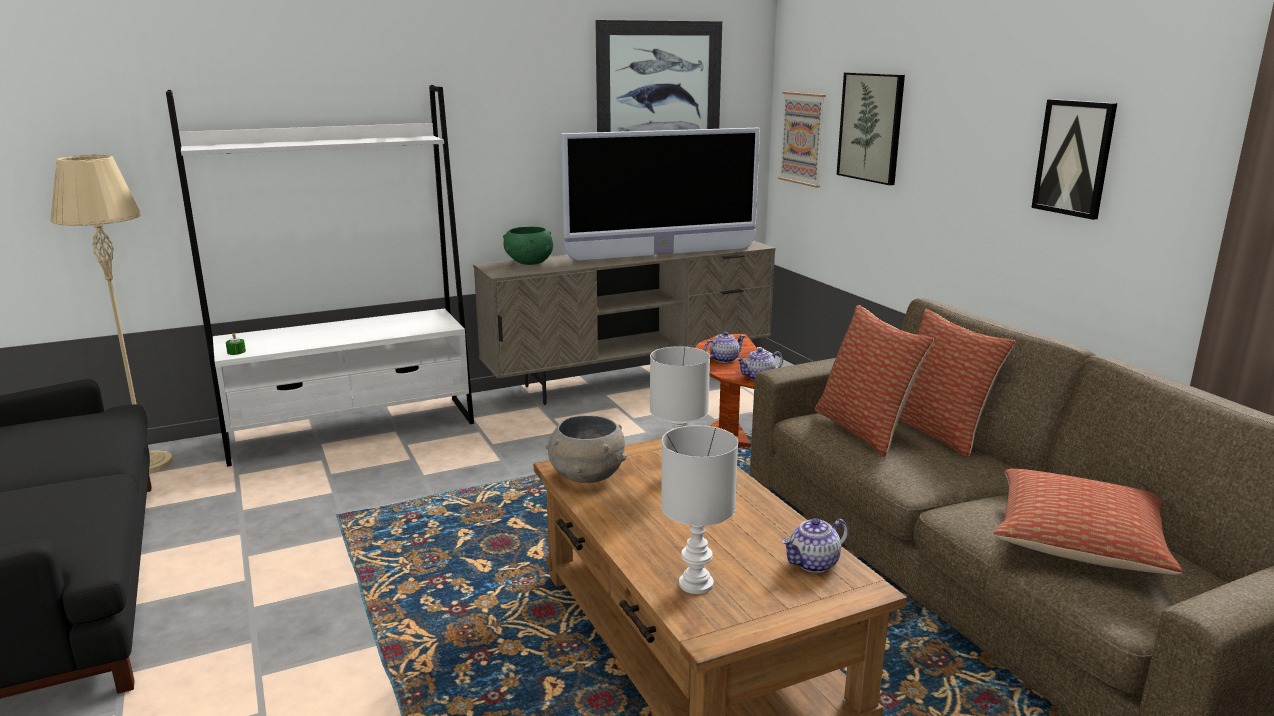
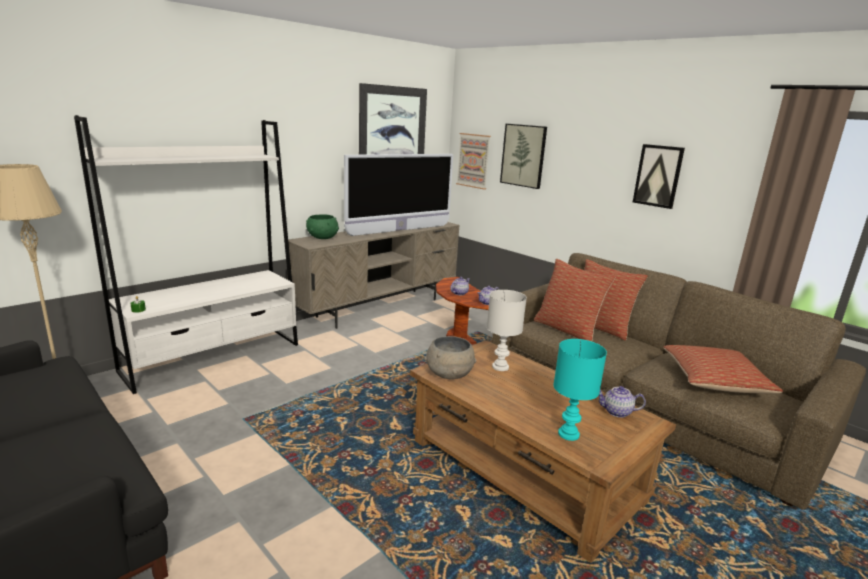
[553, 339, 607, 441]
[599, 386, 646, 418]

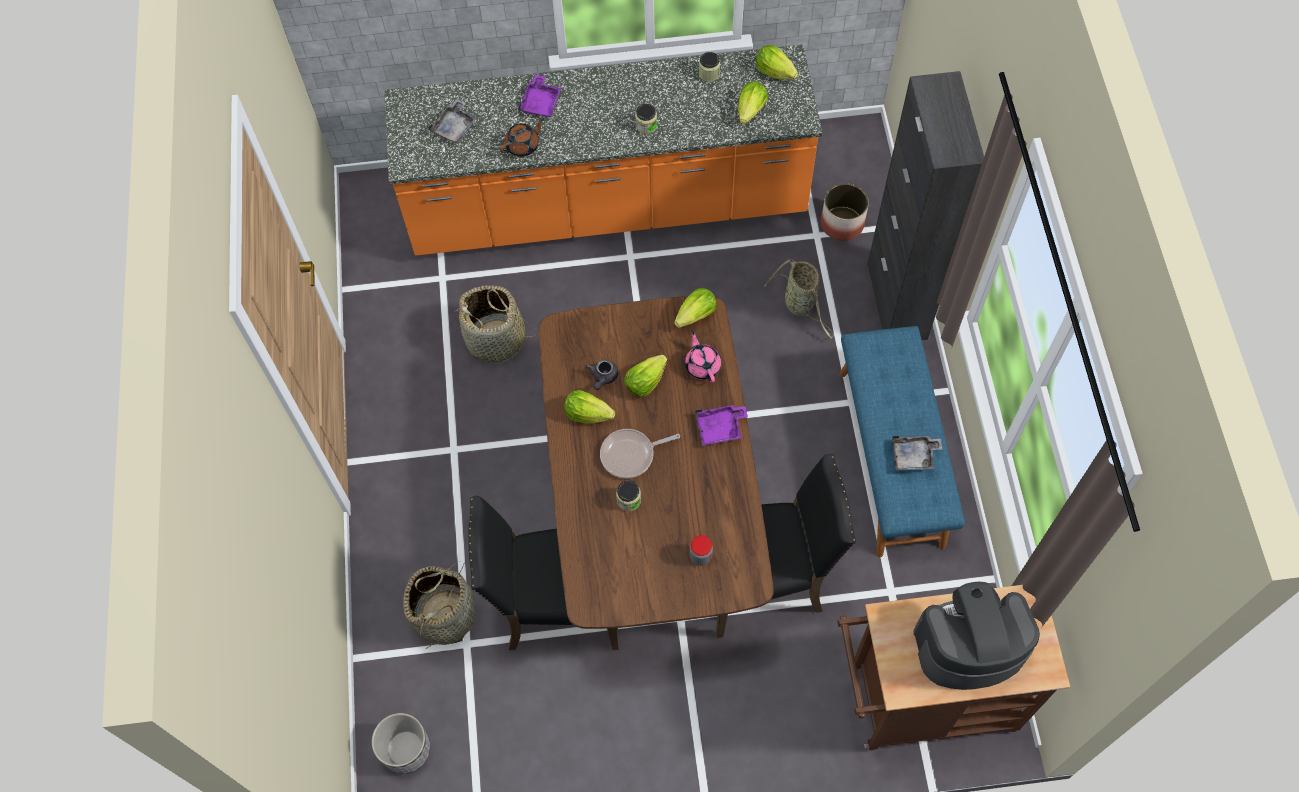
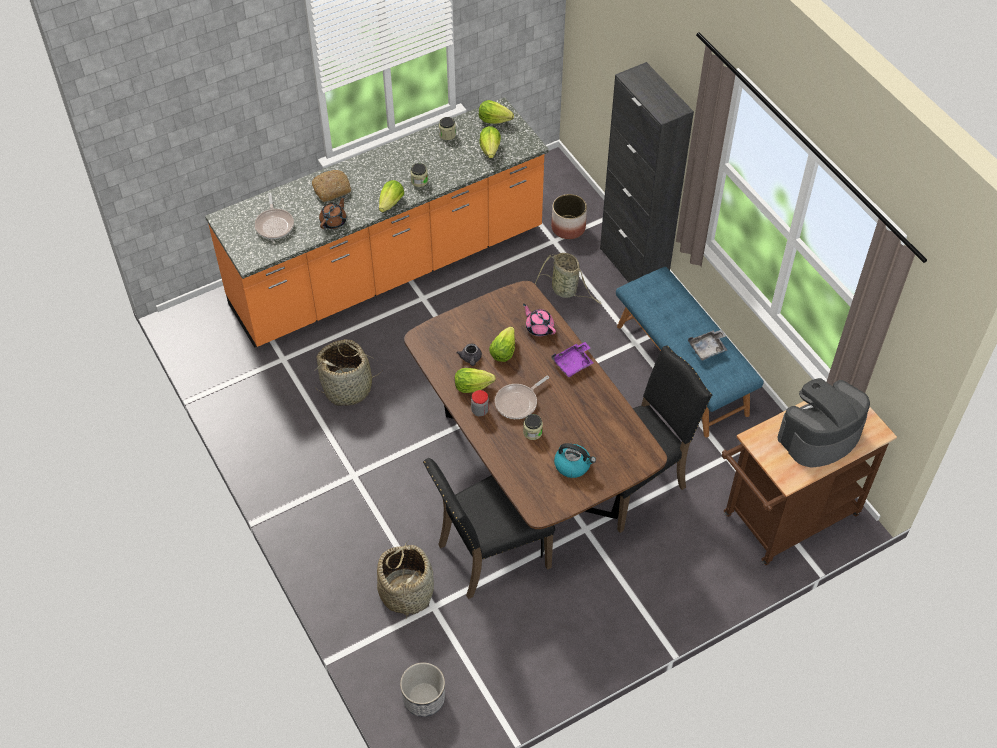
[255, 193, 294, 239]
[312, 170, 351, 202]
[379, 180, 404, 212]
[471, 390, 489, 417]
[554, 443, 596, 478]

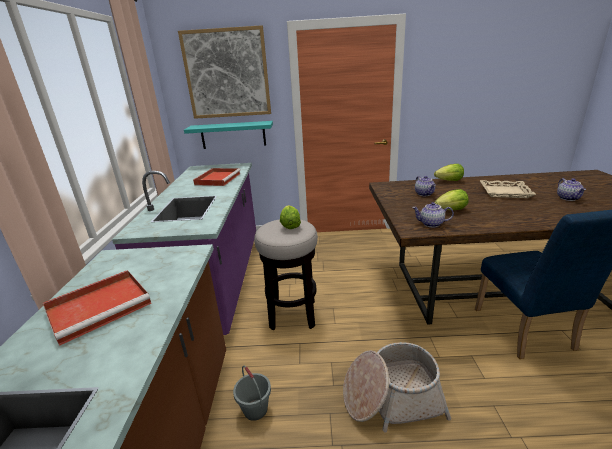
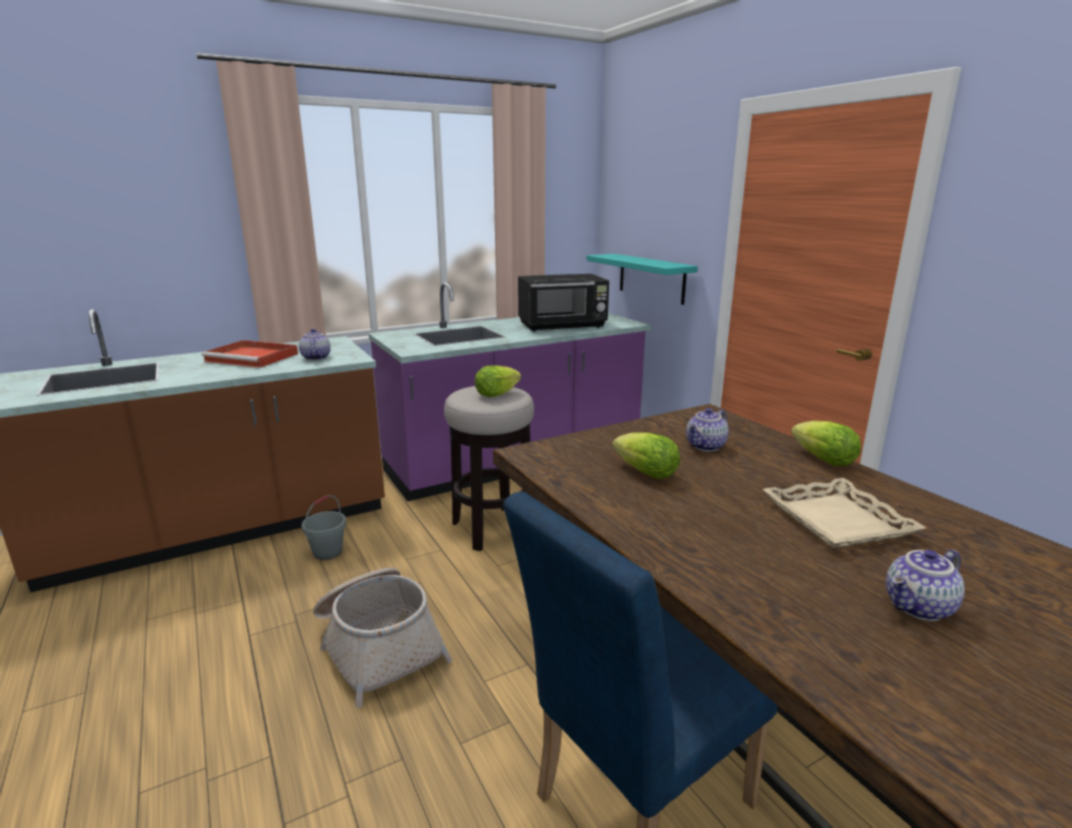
[299, 329, 331, 360]
[518, 274, 609, 331]
[178, 25, 271, 119] (first image)

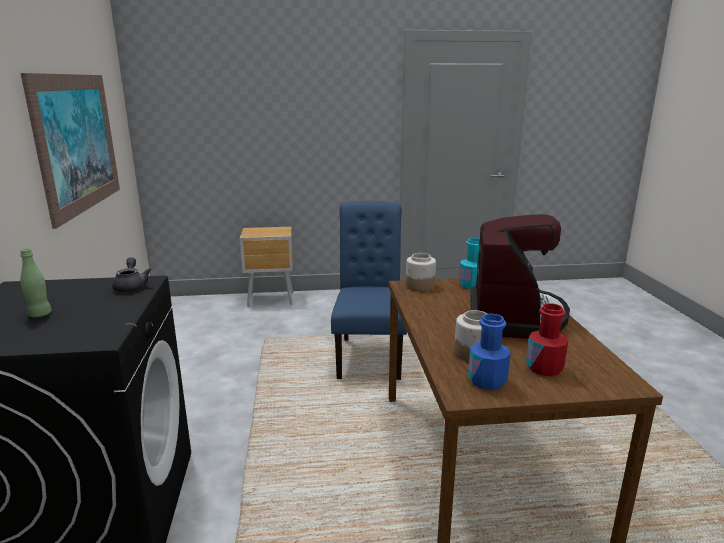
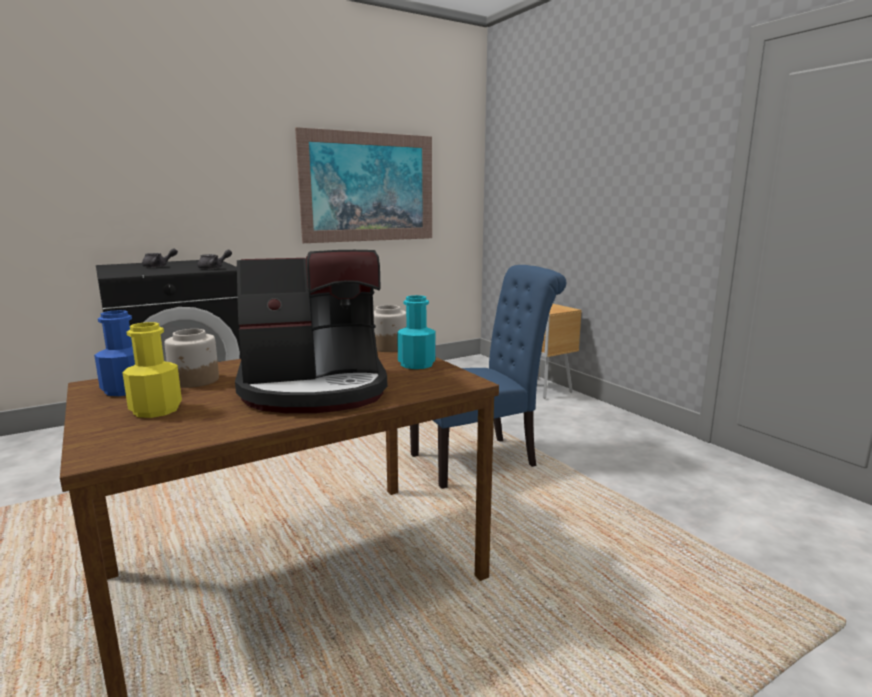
[122, 322, 182, 418]
[142, 248, 178, 268]

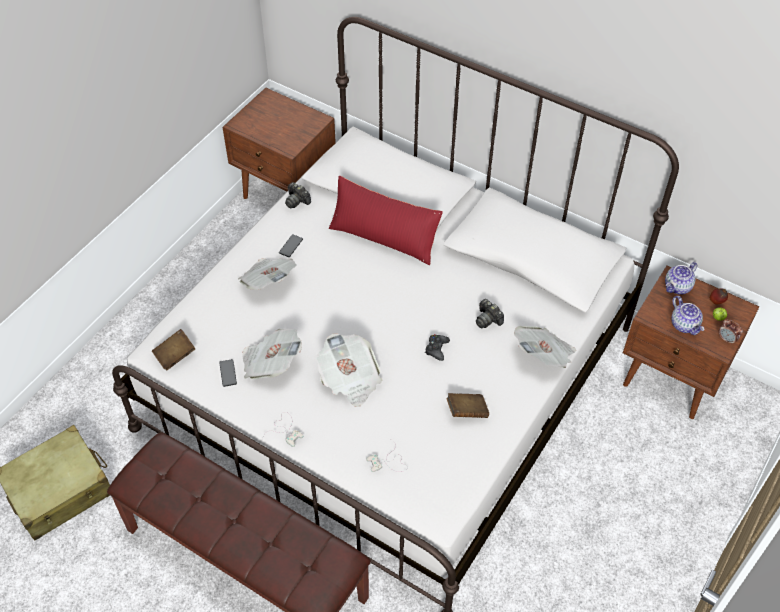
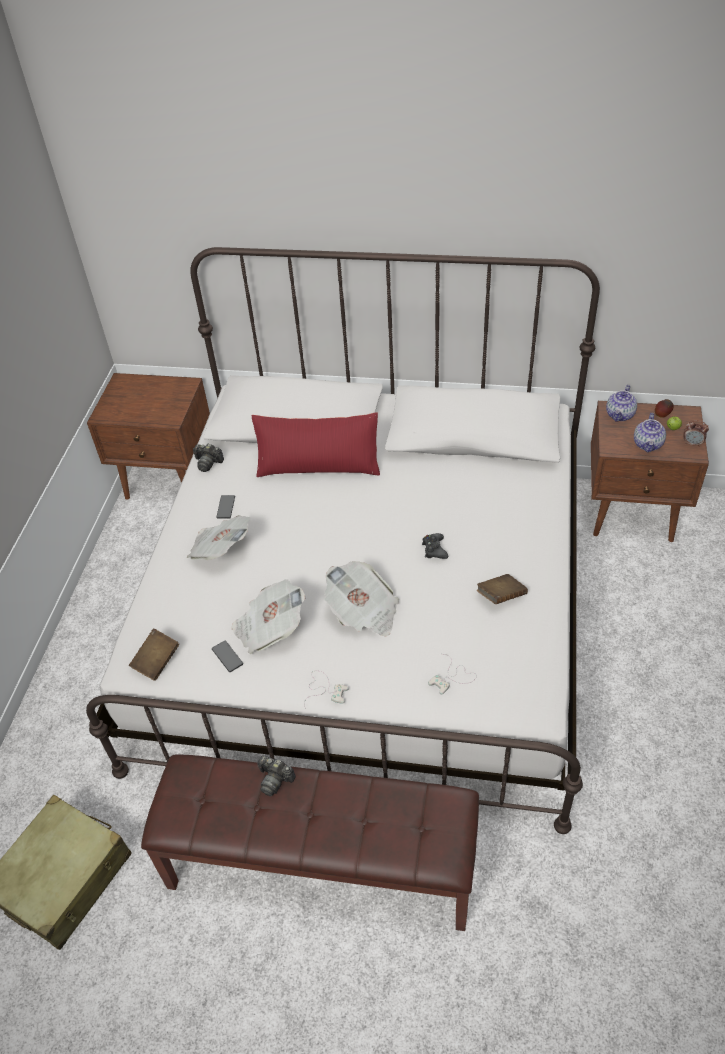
[257, 755, 296, 796]
[634, 413, 666, 452]
[514, 326, 576, 368] (first image)

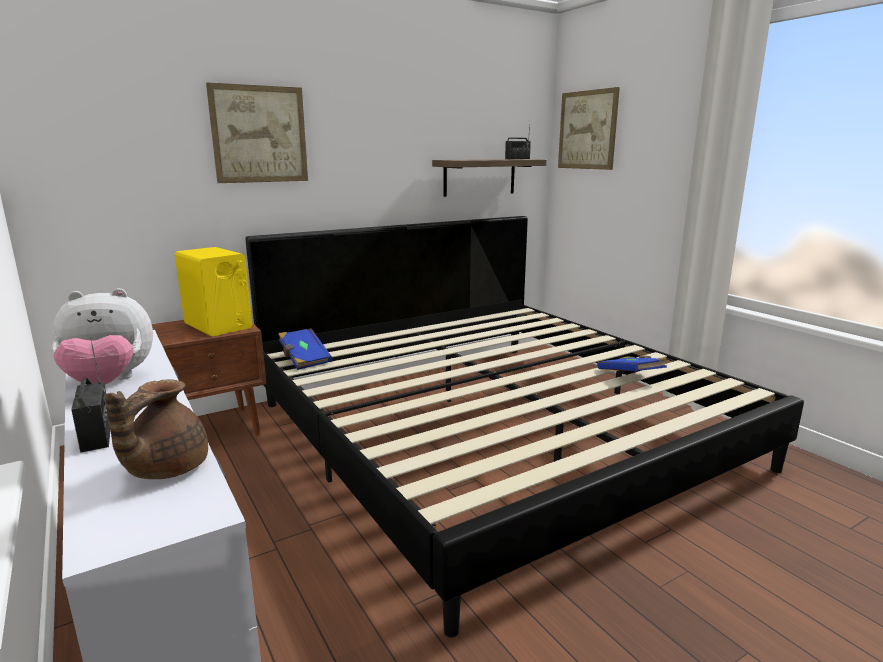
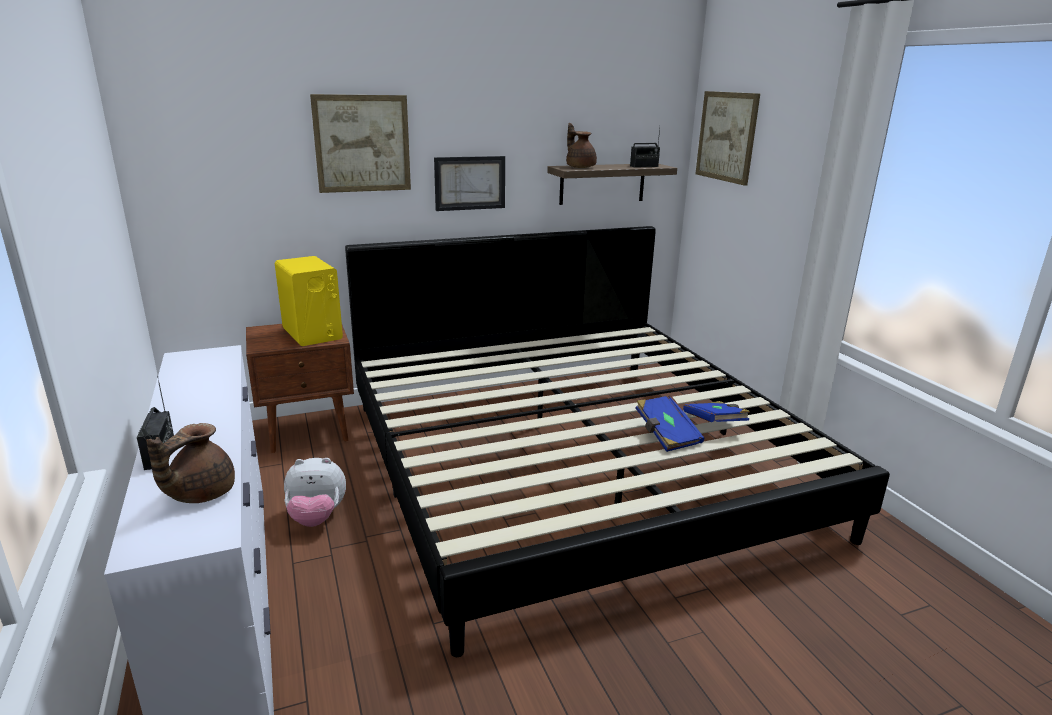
[284, 458, 346, 527]
[434, 156, 505, 211]
[566, 123, 597, 168]
[635, 395, 705, 452]

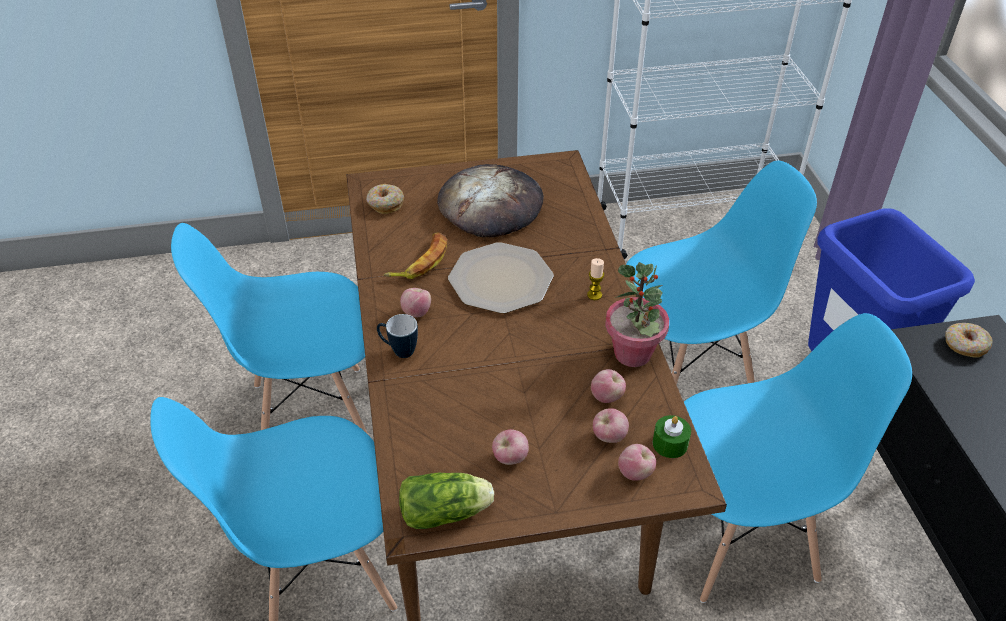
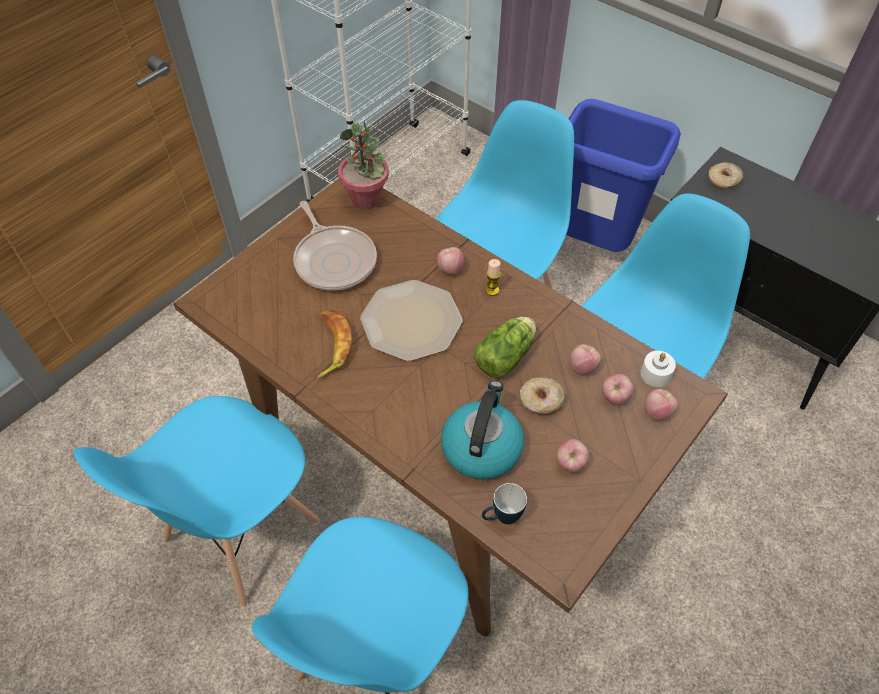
[293, 201, 377, 290]
[338, 120, 389, 209]
[437, 247, 464, 274]
[441, 381, 524, 480]
[474, 317, 536, 378]
[482, 483, 527, 524]
[520, 377, 566, 415]
[640, 351, 676, 387]

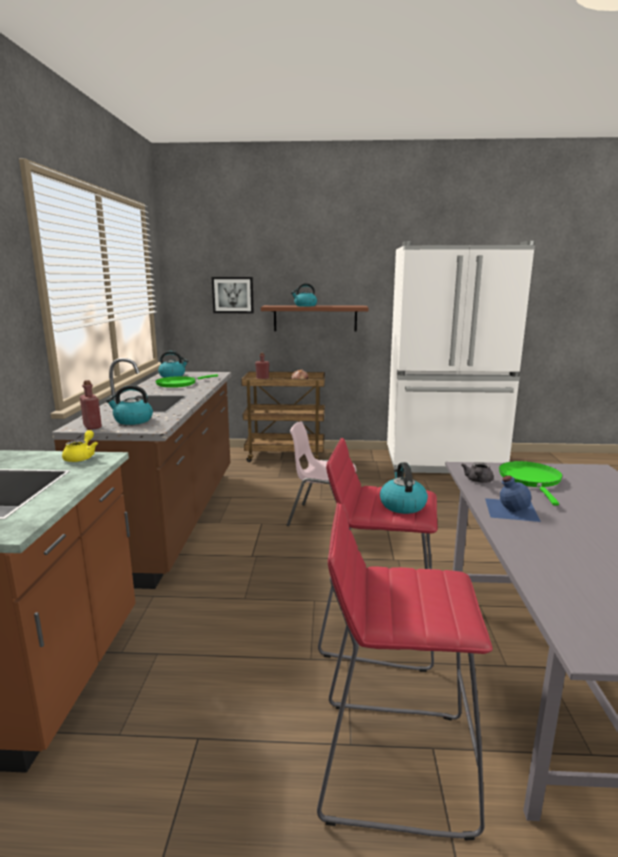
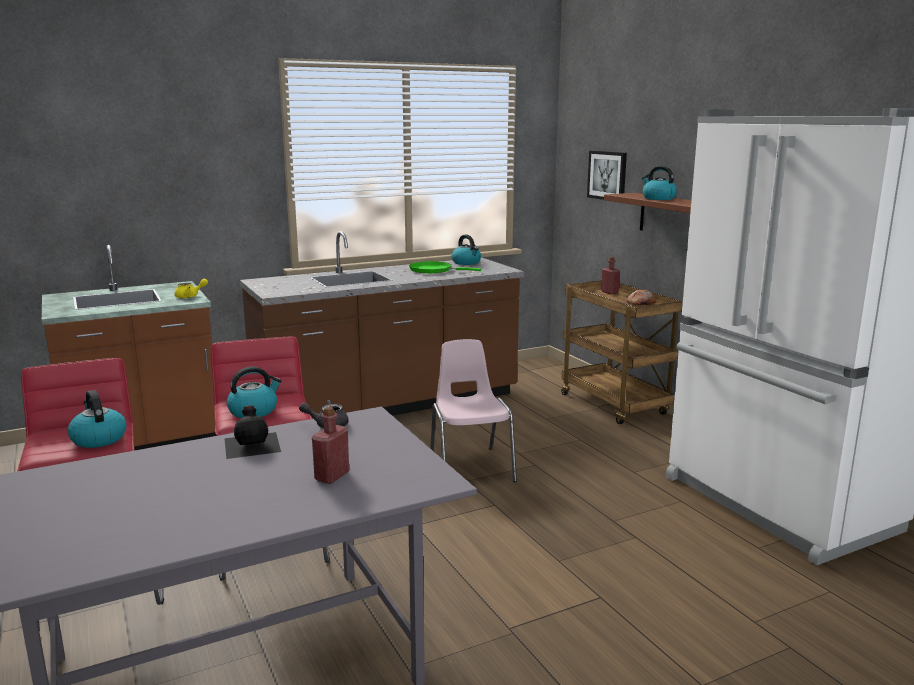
[68, 390, 127, 448]
[224, 406, 281, 459]
[312, 407, 349, 484]
[499, 461, 563, 506] (first image)

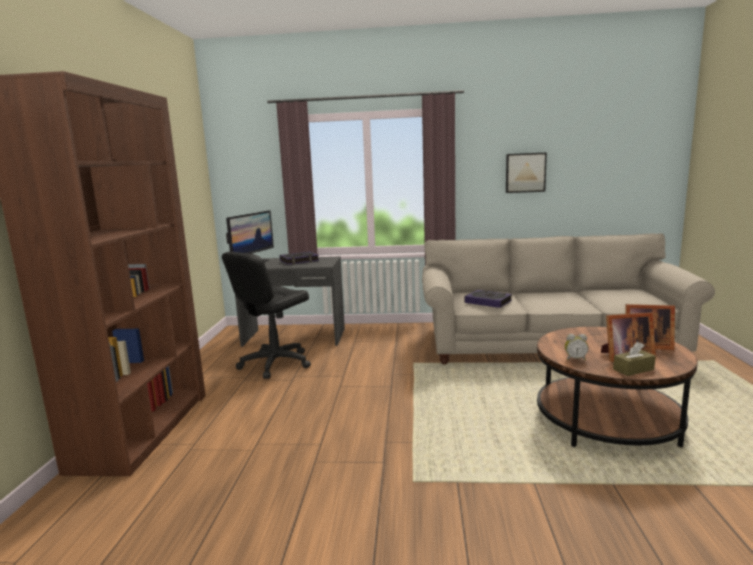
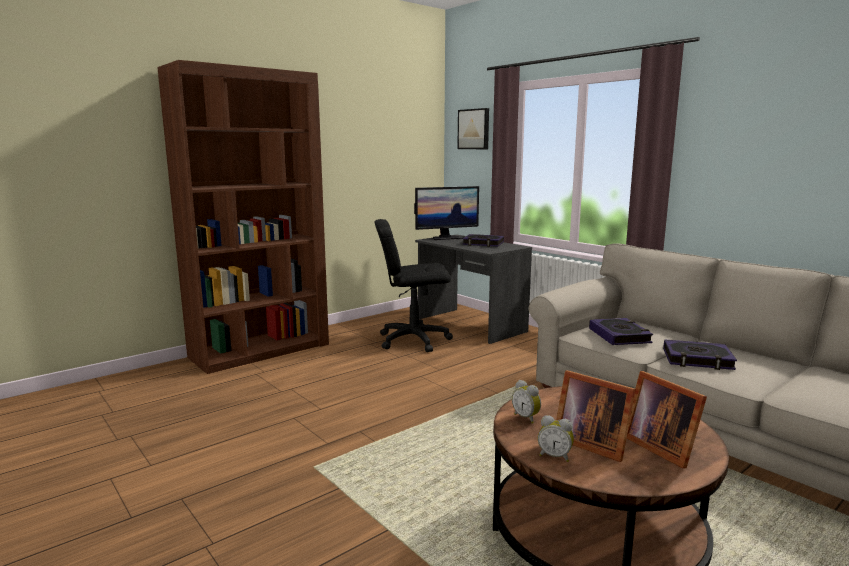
[457, 108, 489, 149]
[538, 415, 574, 462]
[663, 340, 737, 370]

